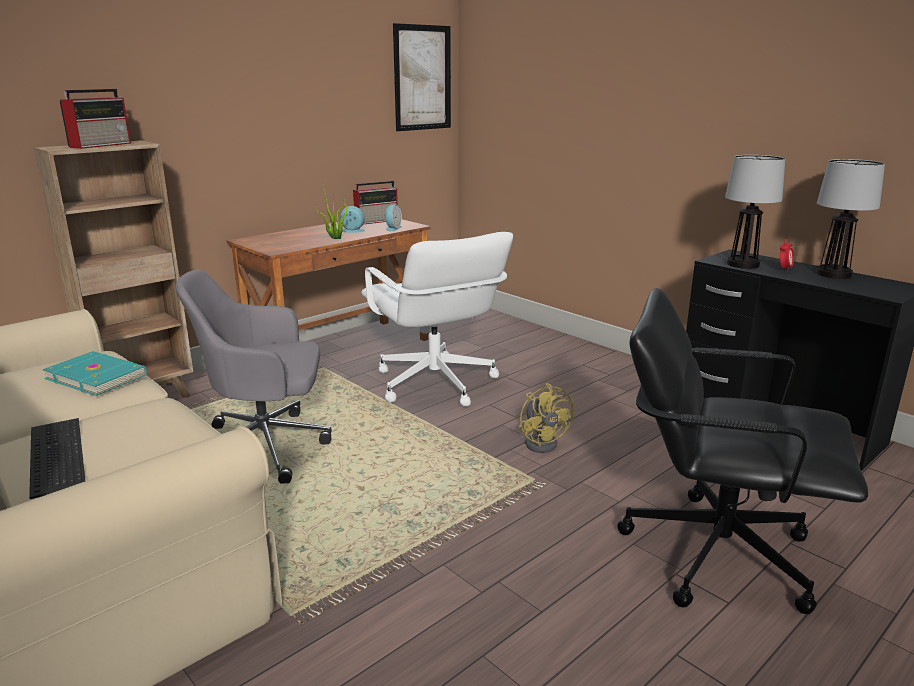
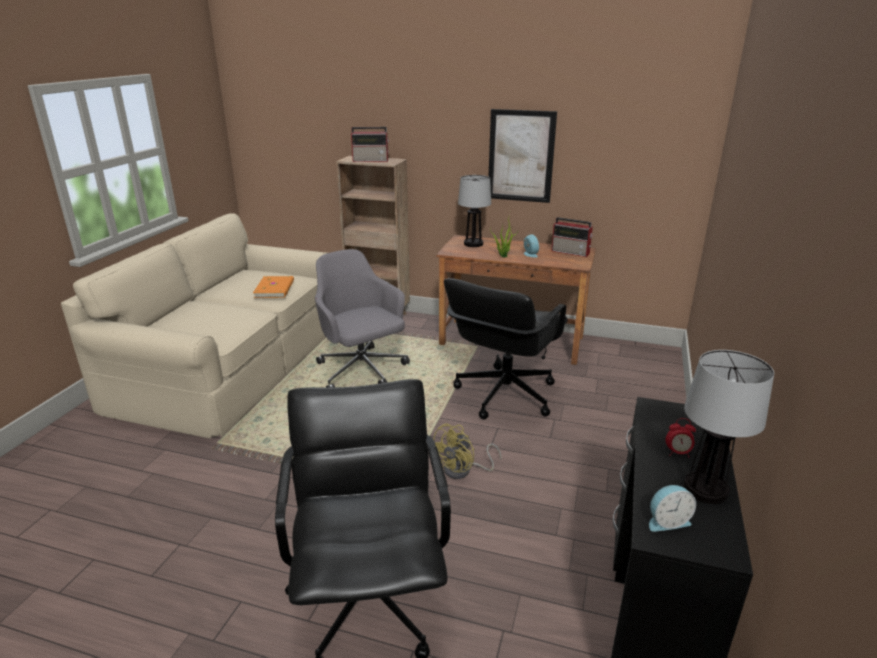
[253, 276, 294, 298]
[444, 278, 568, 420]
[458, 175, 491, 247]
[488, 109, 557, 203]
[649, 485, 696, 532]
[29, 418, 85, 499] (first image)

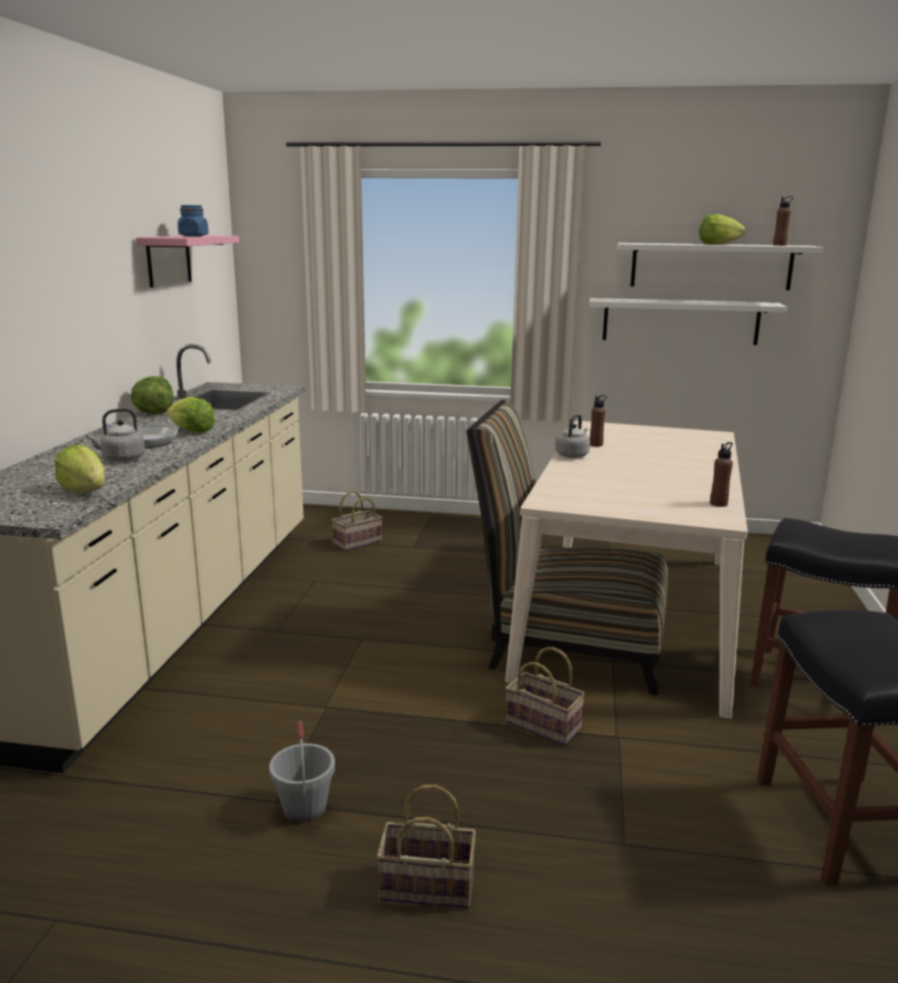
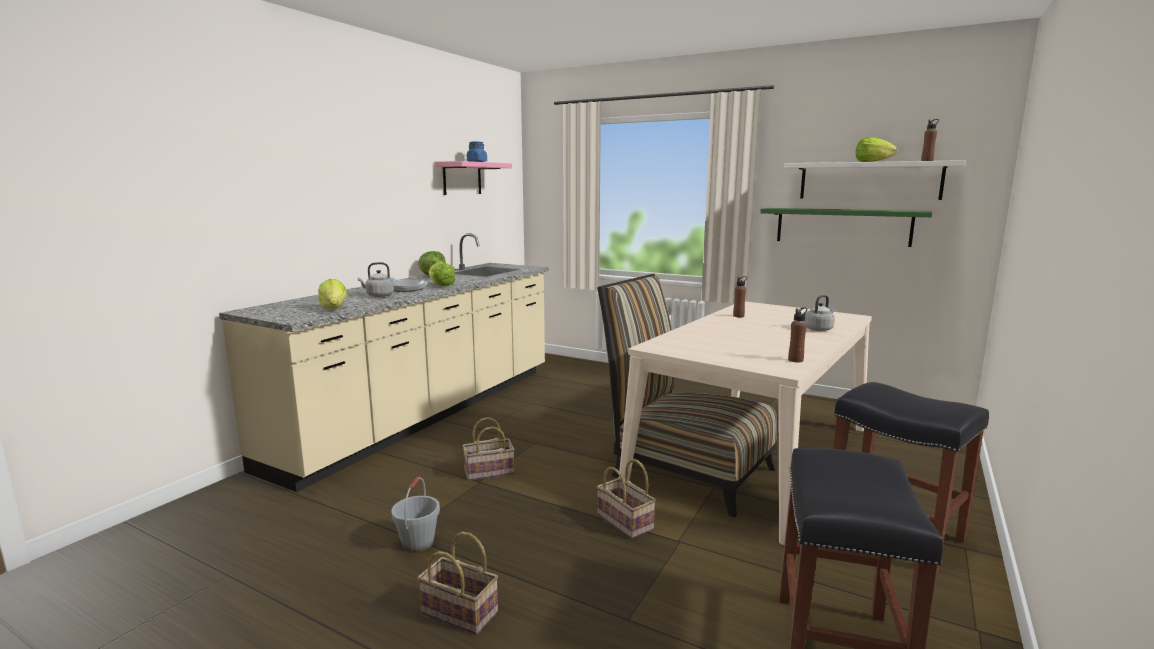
[463, 417, 514, 481]
[760, 208, 932, 247]
[805, 295, 835, 331]

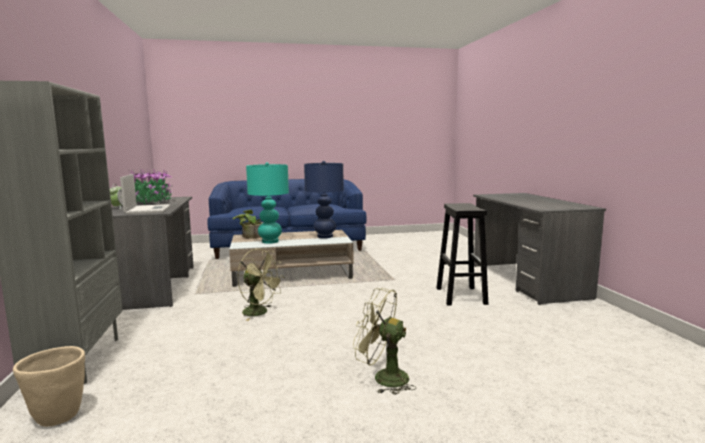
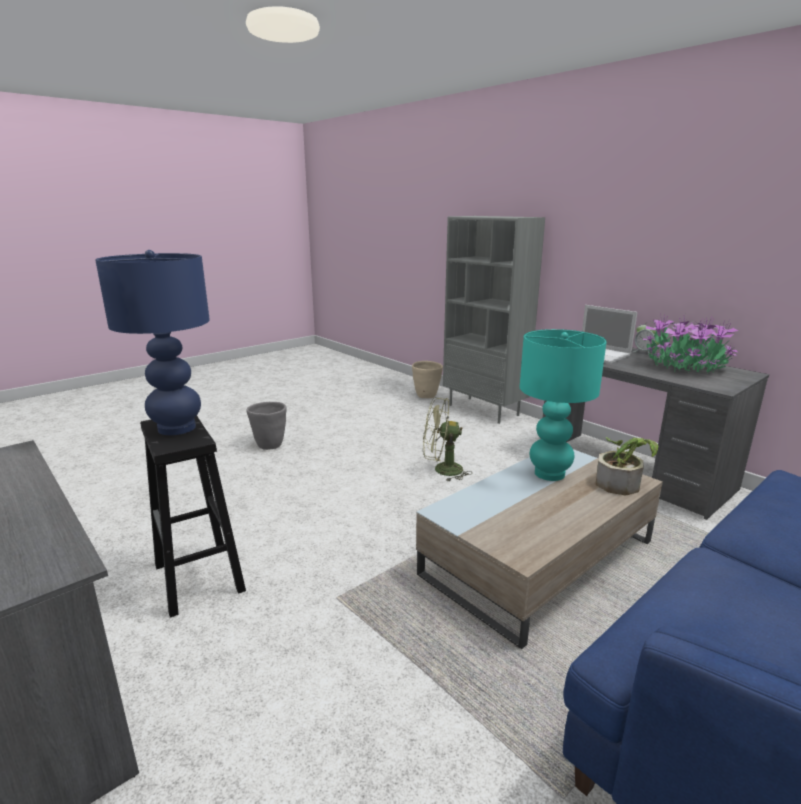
[95, 250, 210, 435]
[246, 402, 287, 450]

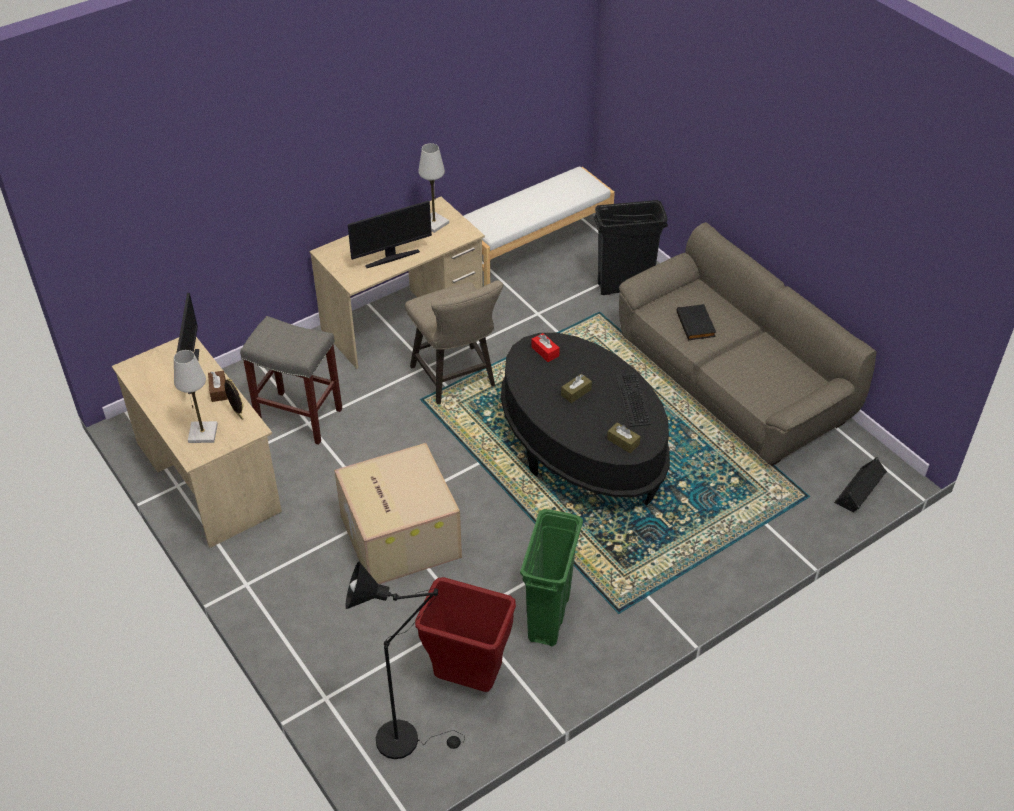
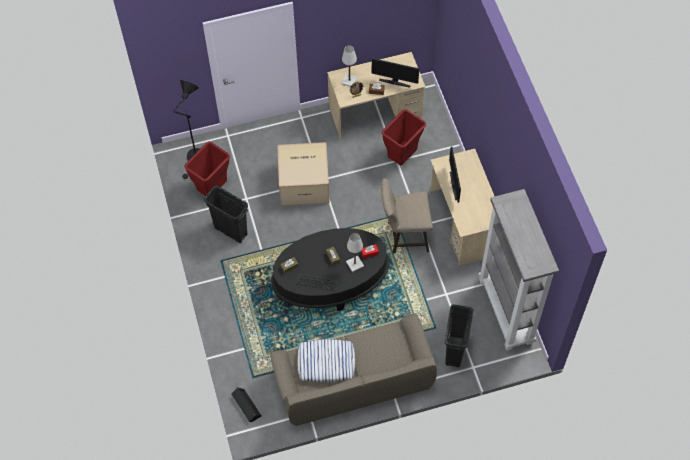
[204, 186, 248, 243]
[297, 339, 355, 382]
[346, 233, 364, 272]
[382, 109, 426, 165]
[478, 189, 559, 351]
[676, 304, 716, 341] (first image)

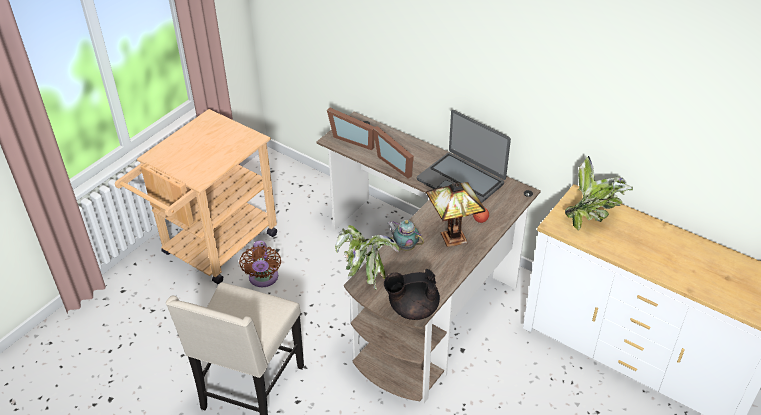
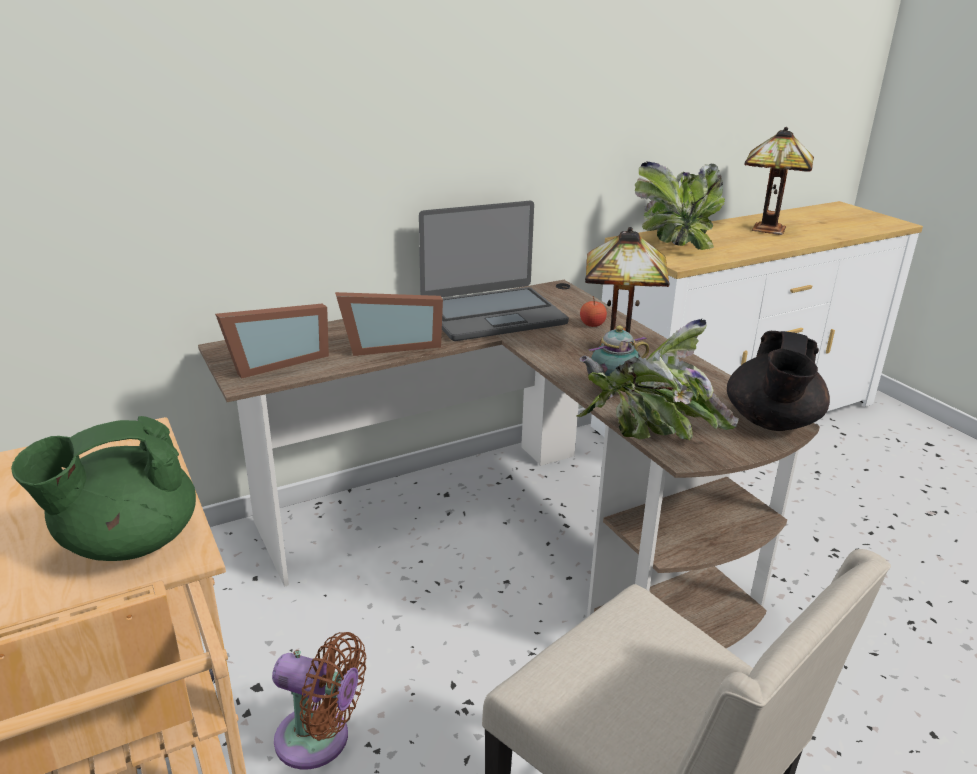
[11, 416, 196, 561]
[745, 127, 814, 235]

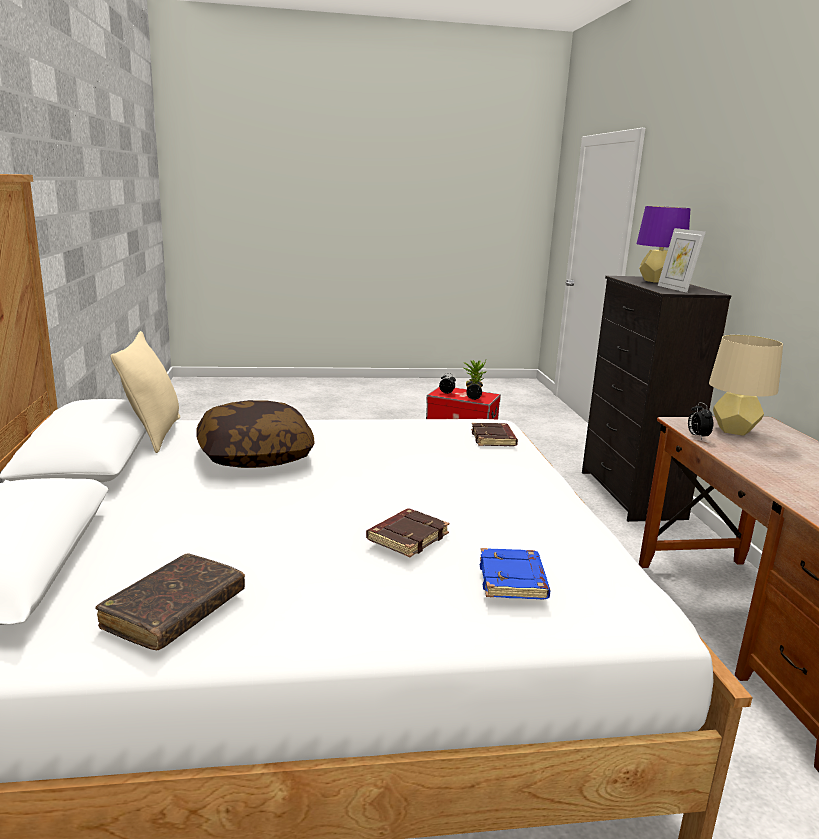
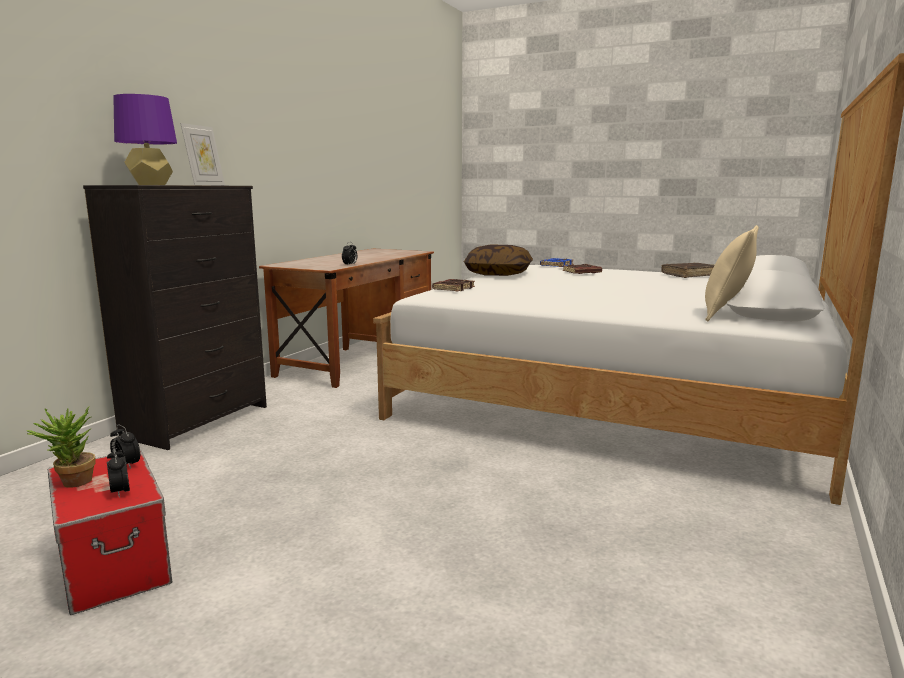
[464, 244, 533, 276]
[709, 335, 783, 436] (first image)

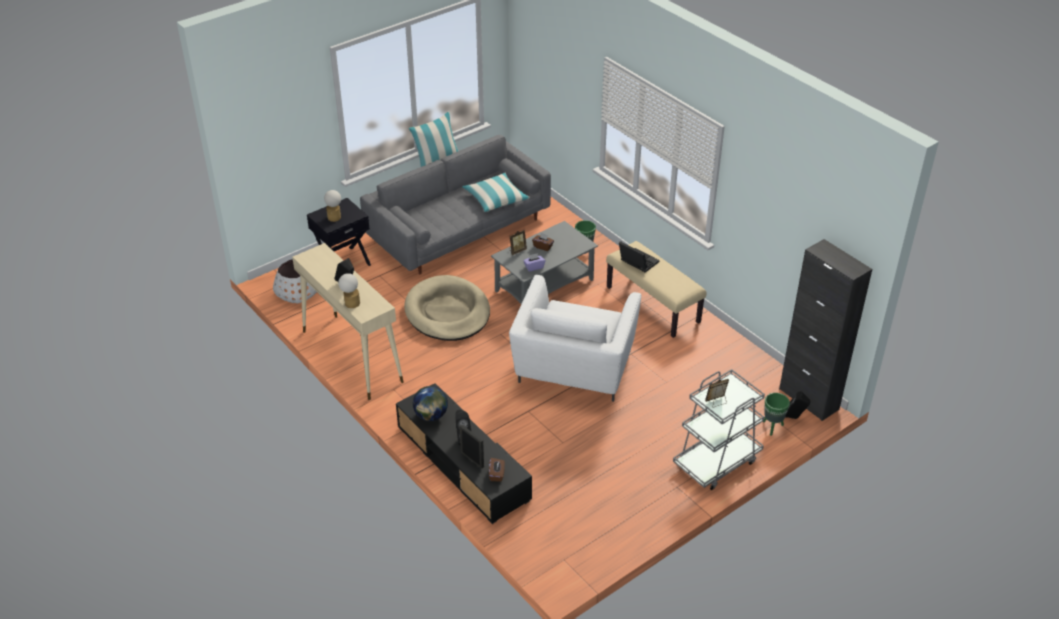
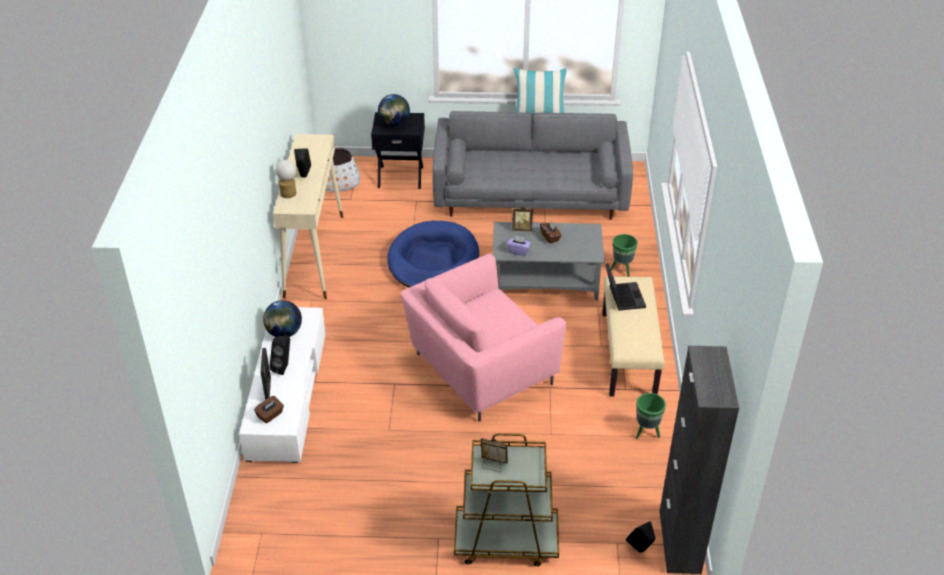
[239, 307, 326, 463]
[378, 94, 410, 126]
[387, 221, 479, 288]
[401, 253, 566, 422]
[454, 433, 559, 566]
[636, 393, 666, 439]
[462, 173, 530, 212] (first image)

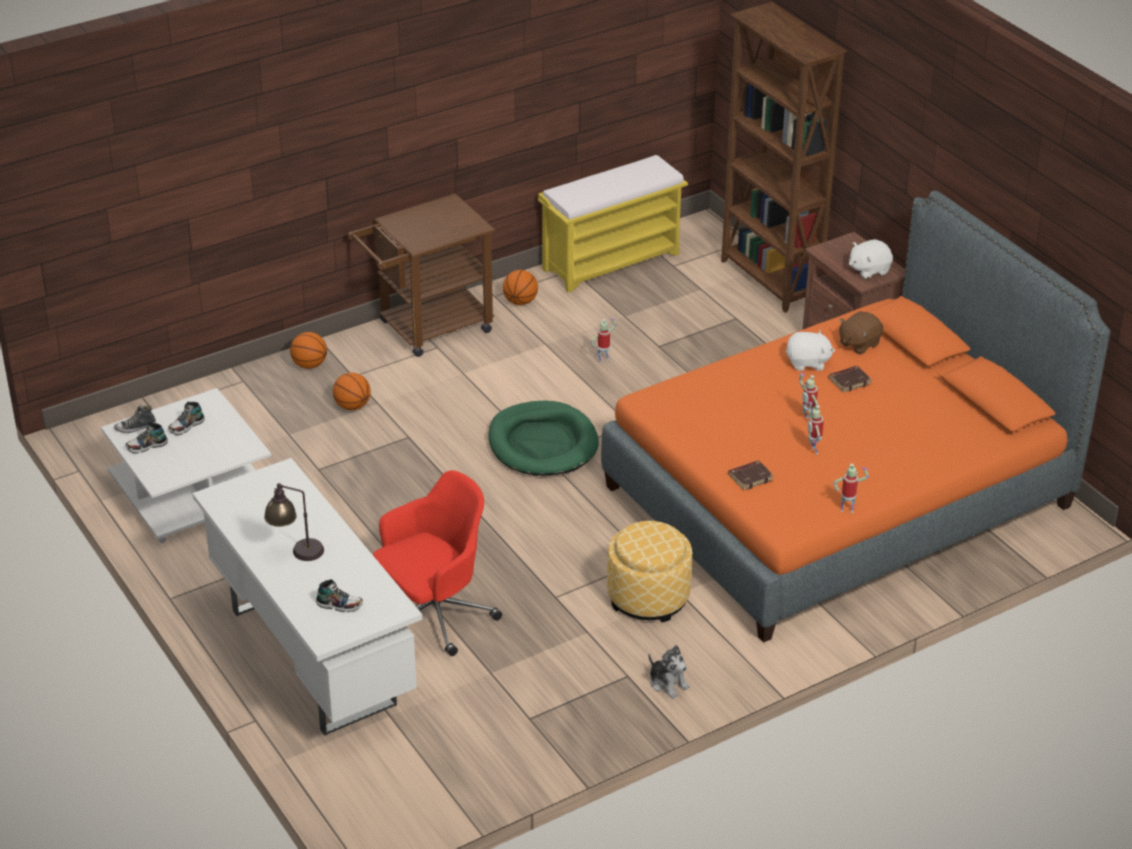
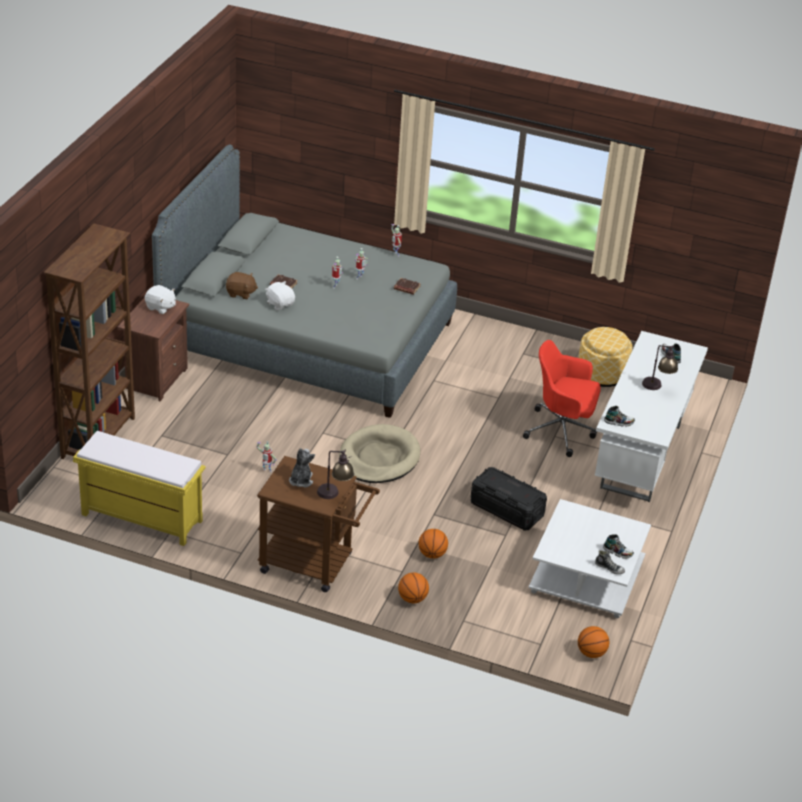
[152, 145, 457, 418]
[289, 448, 315, 488]
[317, 450, 354, 499]
[339, 424, 421, 483]
[471, 467, 547, 530]
[578, 327, 632, 387]
[578, 626, 609, 658]
[604, 406, 635, 427]

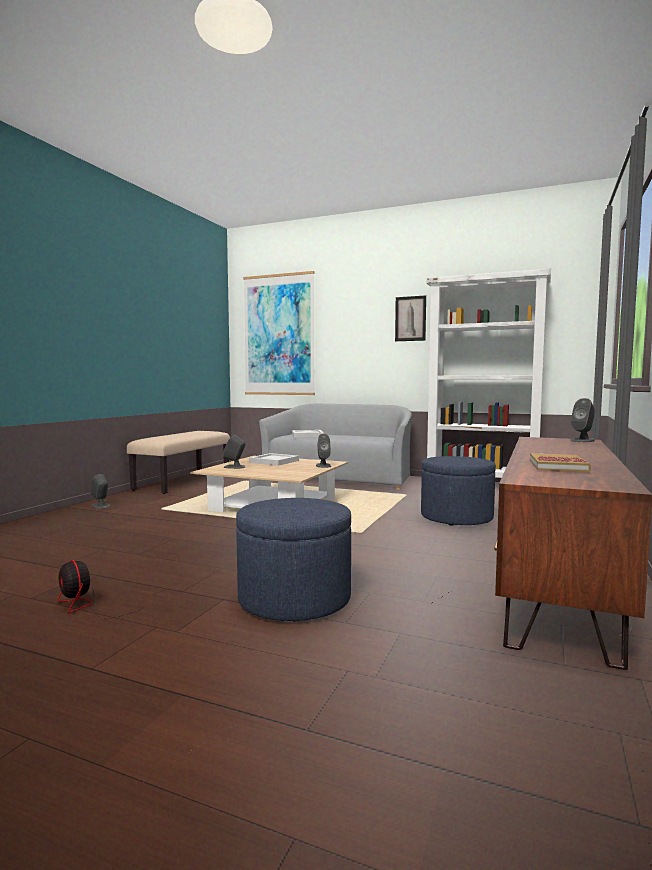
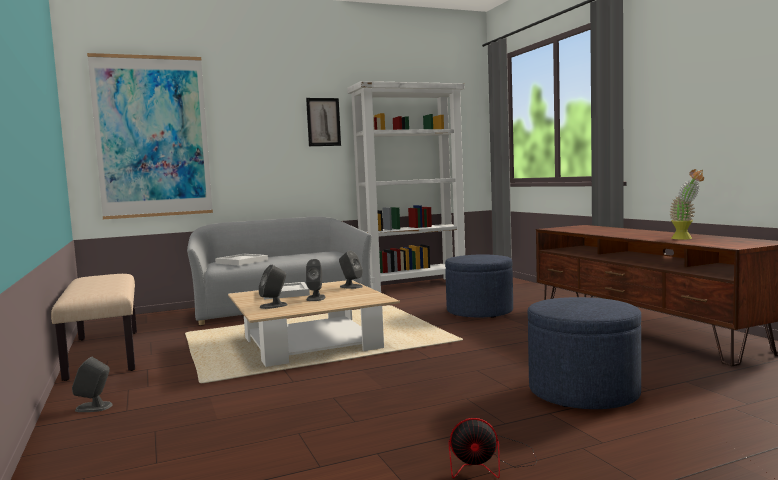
[306, 259, 326, 301]
[670, 169, 704, 240]

